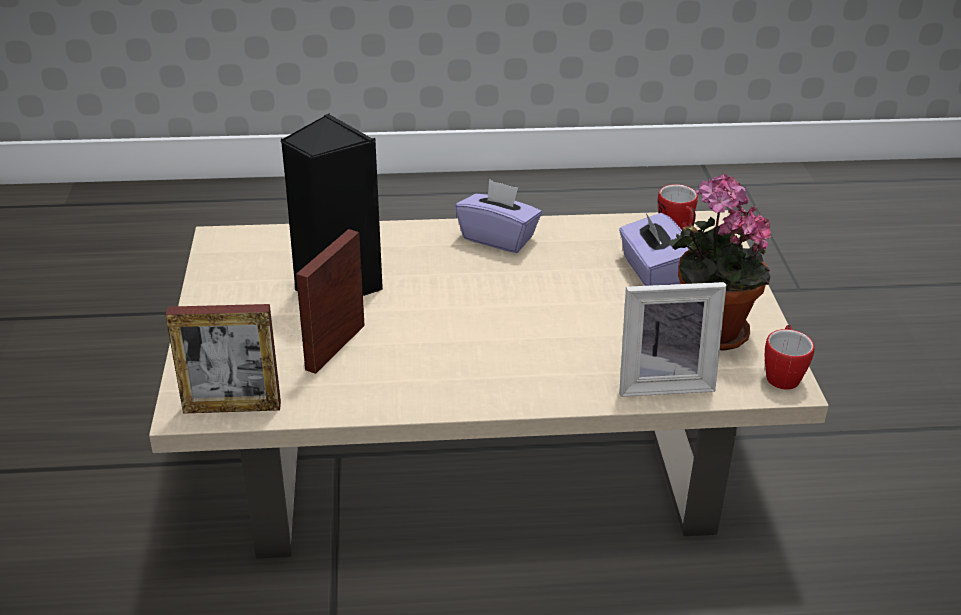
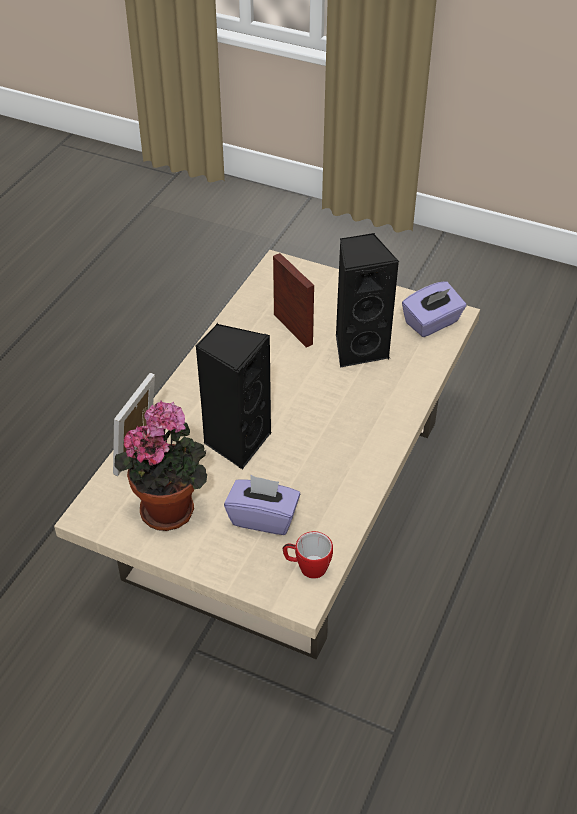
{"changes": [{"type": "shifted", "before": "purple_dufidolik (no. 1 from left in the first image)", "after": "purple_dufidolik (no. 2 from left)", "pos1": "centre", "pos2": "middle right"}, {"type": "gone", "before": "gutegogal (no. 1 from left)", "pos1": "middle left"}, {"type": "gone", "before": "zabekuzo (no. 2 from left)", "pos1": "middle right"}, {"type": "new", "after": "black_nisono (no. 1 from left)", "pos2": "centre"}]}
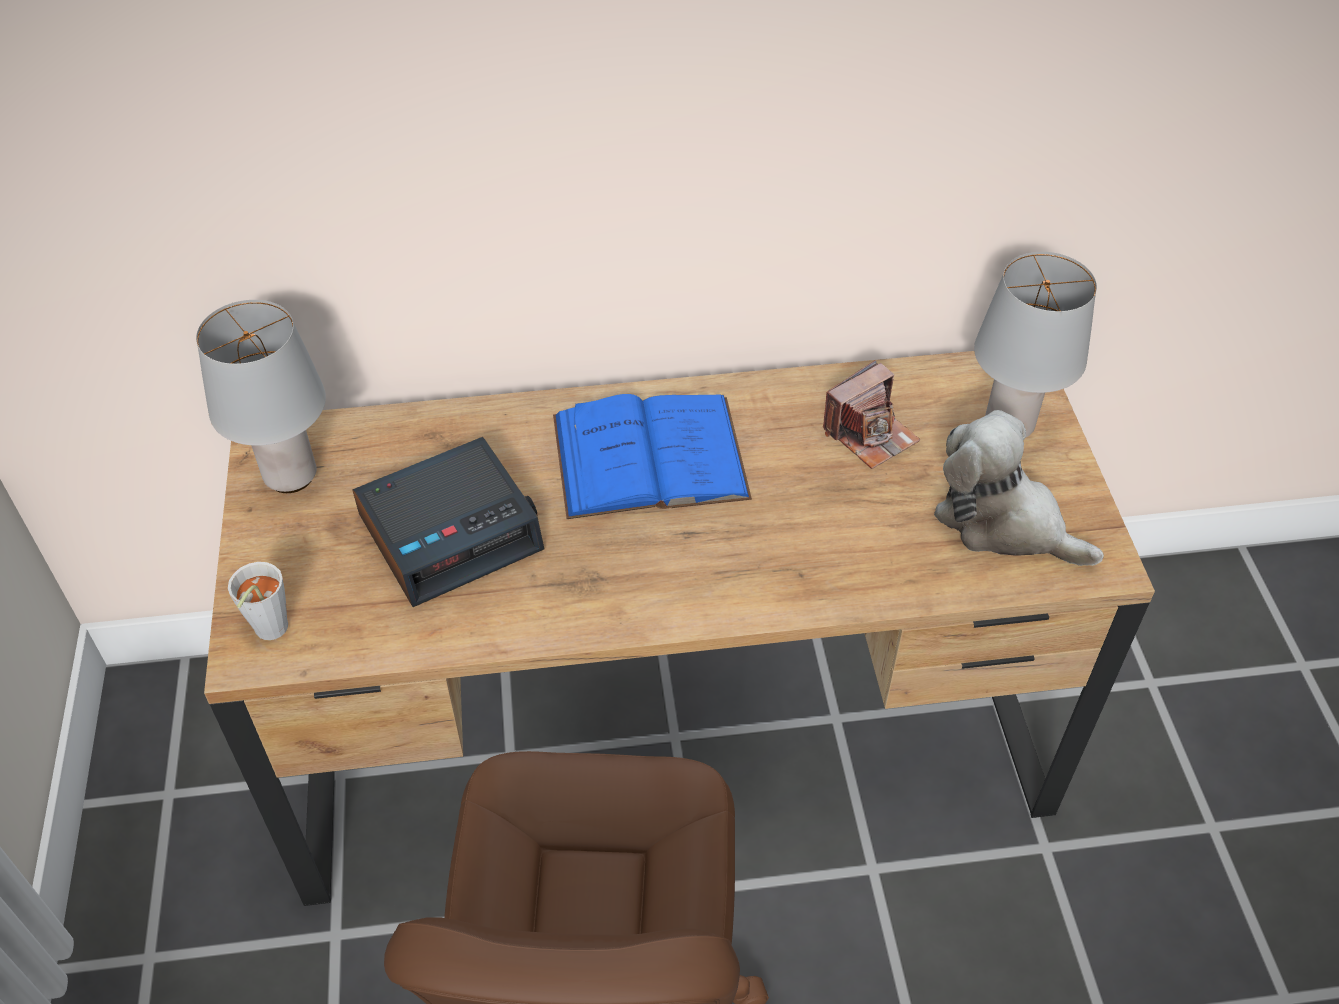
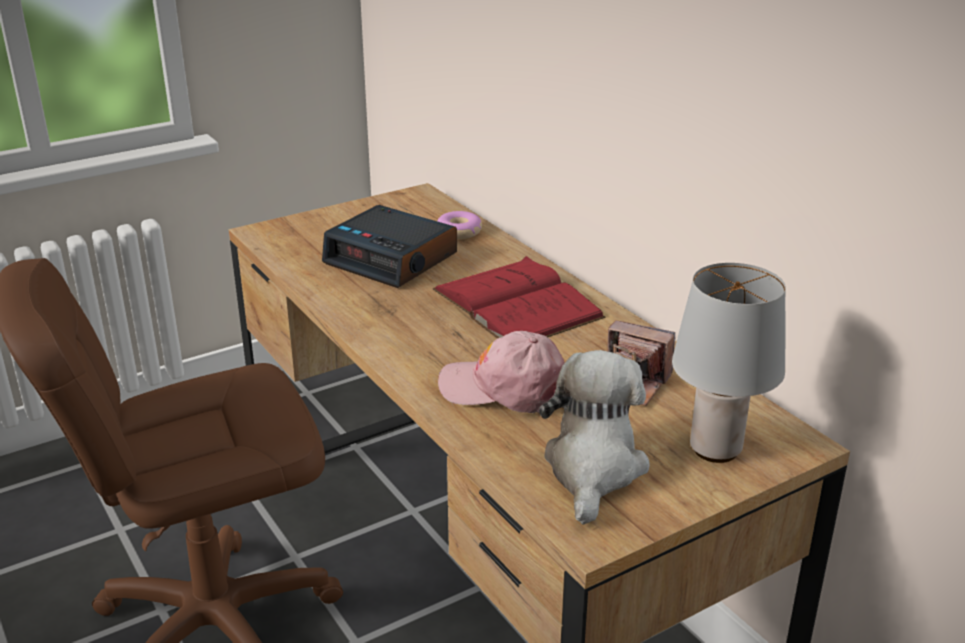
{"changes": [{"type": "gone", "before": "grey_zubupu (no. 1 from left)", "pos1": "middle left"}, {"type": "repainted", "before": "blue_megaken", "after": "red_megaken", "pos1": "centre", "pos2": "centre"}, {"type": "gone", "before": "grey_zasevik", "pos1": "middle left"}, {"type": "new", "after": "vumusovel", "pos2": "centre"}, {"type": "new", "after": "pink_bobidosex", "pos2": "centre"}]}
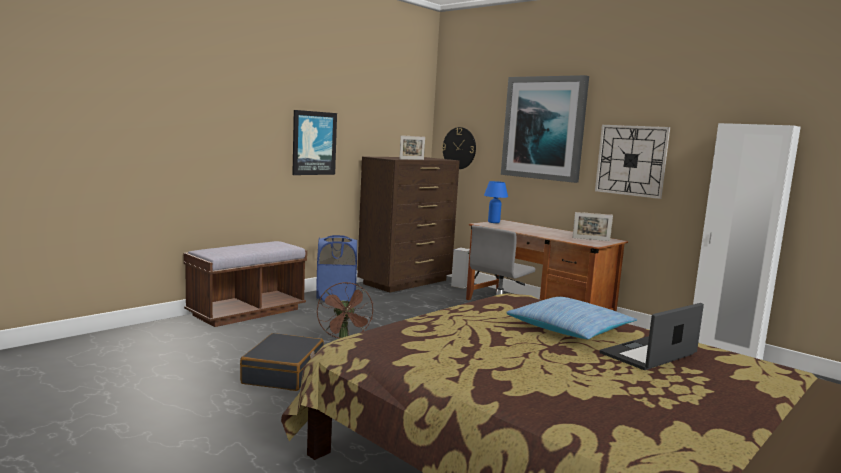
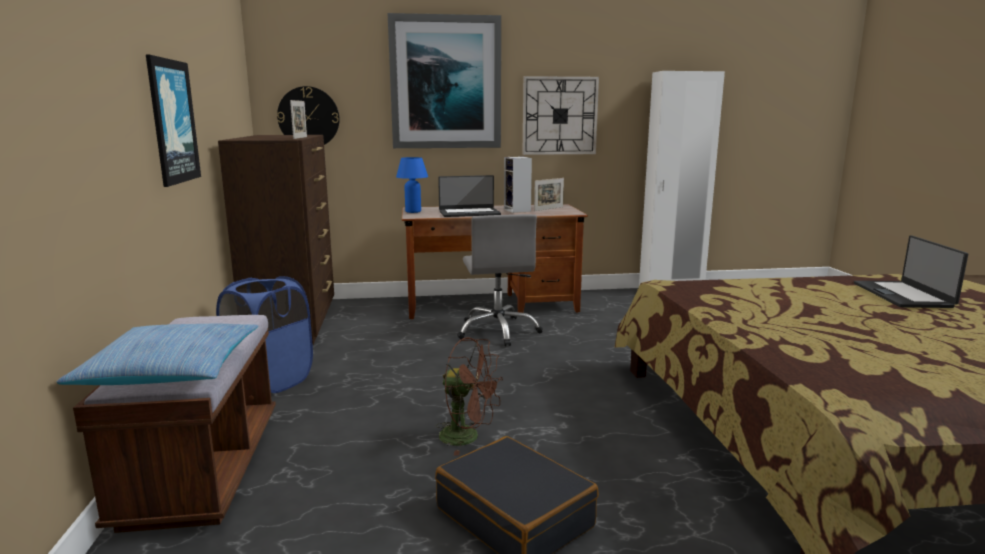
{"changes": [{"type": "shifted", "before": "nisono", "pos1": "centre", "pos2": "top centre"}, {"type": "shifted", "before": "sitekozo", "pos1": "bottom right", "pos2": "middle left"}, {"type": "new", "after": "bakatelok (no. 1 from left)", "pos2": "centre"}]}
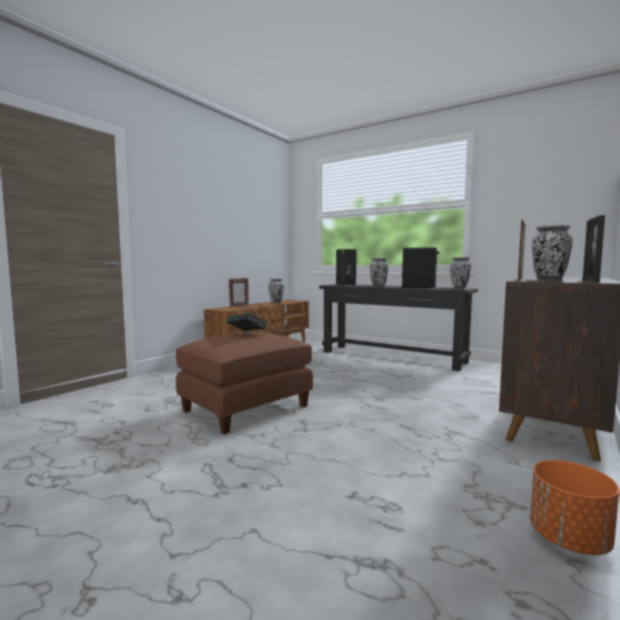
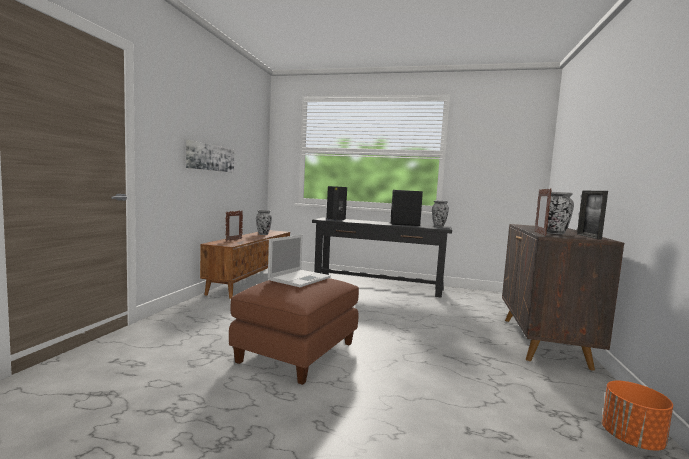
{"changes": [{"type": "gone", "before": "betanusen (no. 2 from left)", "pos1": "centre"}, {"type": "swapped", "before": "megaken", "after": "bakatelok", "pos1": "centre", "pos2": "centre"}, {"type": "new", "after": "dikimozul", "pos2": "middle left"}]}
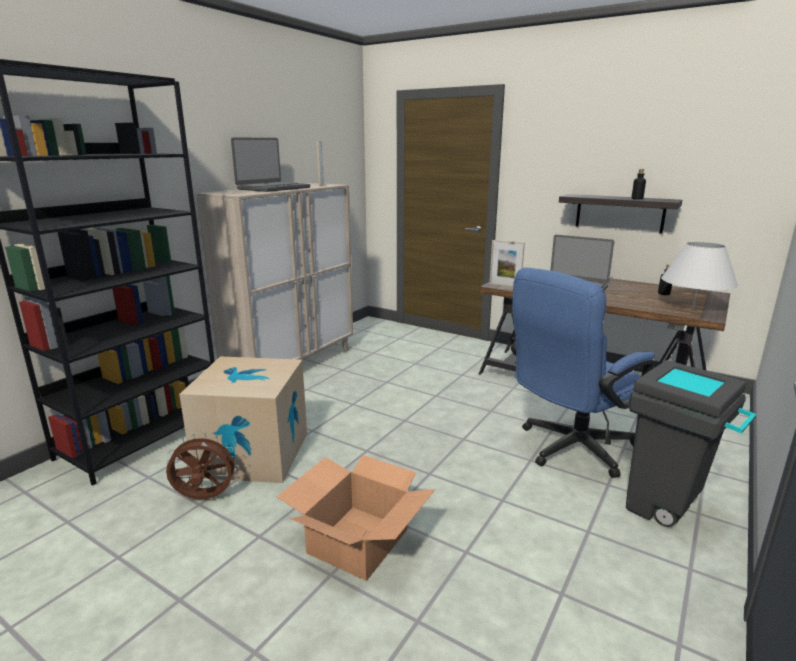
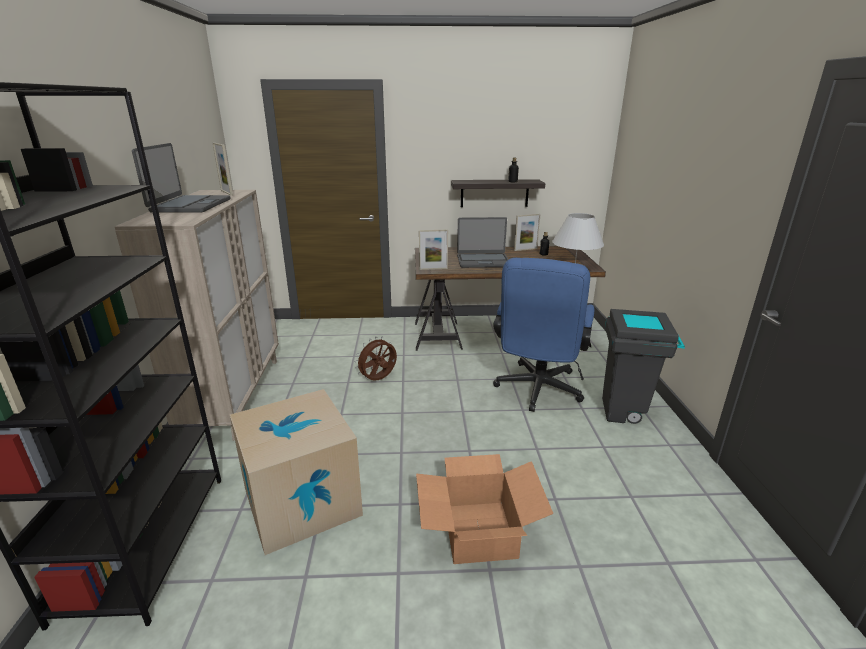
{"changes": [{"type": "shifted", "before": "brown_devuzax", "pos1": "bottom left", "pos2": "centre"}, {"type": "new", "after": "gutegogal (no. 3 from left)", "pos2": "centre"}]}
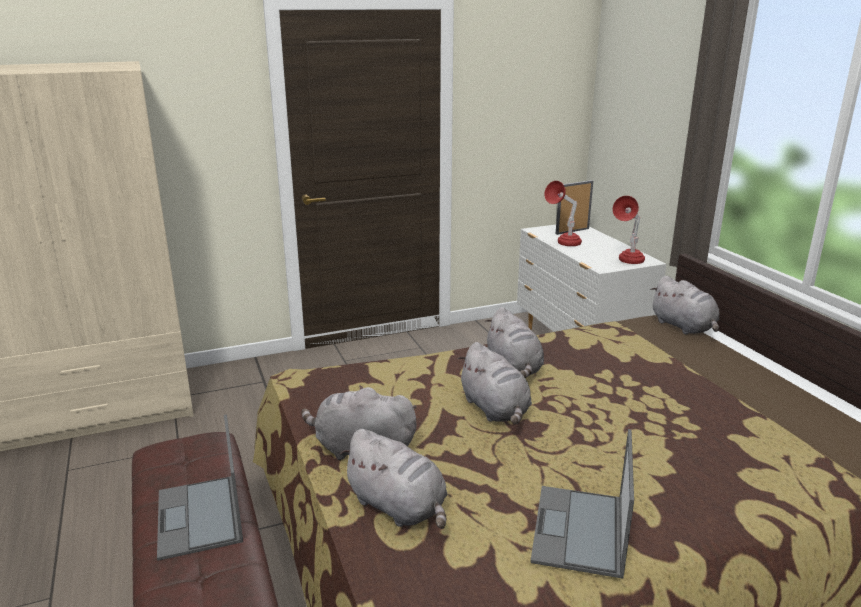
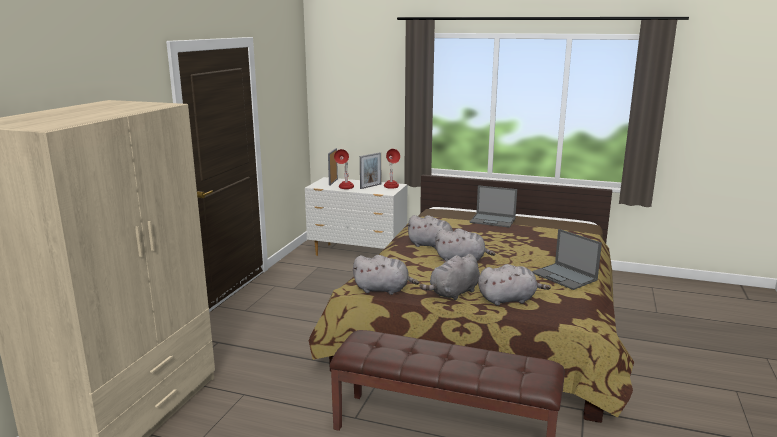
{"changes": [{"type": "shifted", "before": "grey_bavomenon (no. 5 from left in the first image)", "after": "grey_bavomenon (no. 1 from left)", "pos1": "middle right", "pos2": "centre"}, {"type": "shifted", "before": "bakatelok (no. 1 from left)", "pos1": "bottom left", "pos2": "centre"}, {"type": "new", "after": "gutegogal (no. 2 from left)", "pos2": "centre"}]}
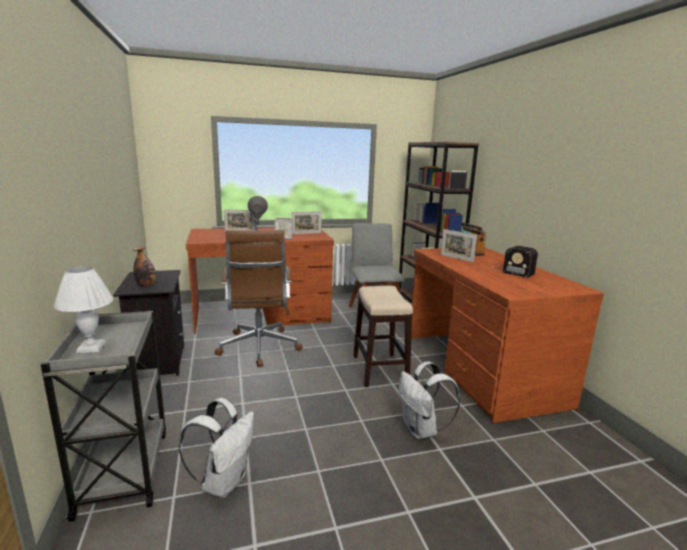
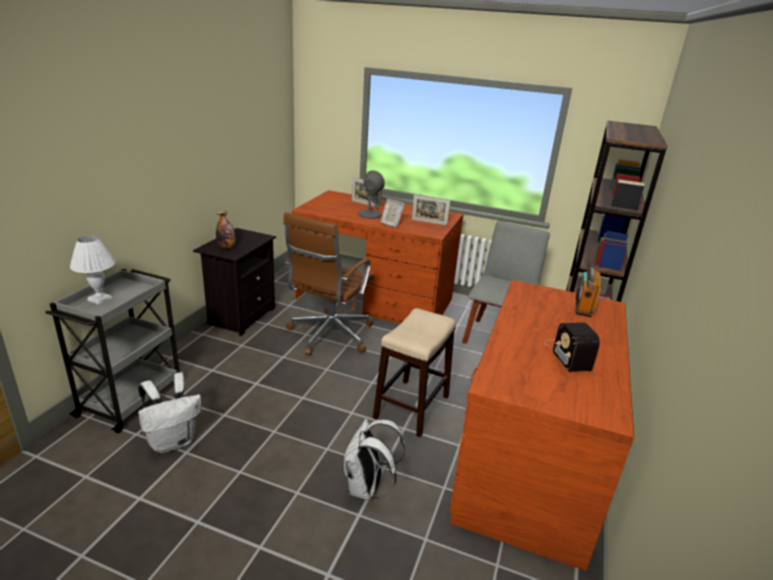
{"changes": [{"type": "gone", "before": "gutegogal (no. 4 from left)", "pos1": "middle right"}]}
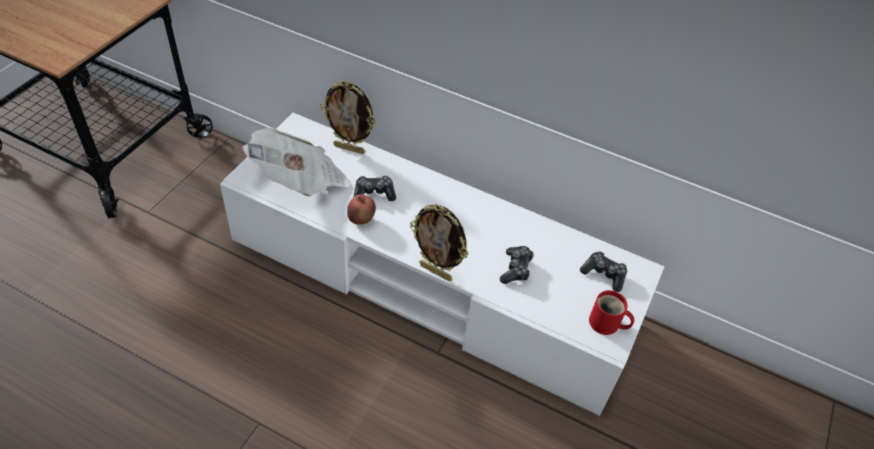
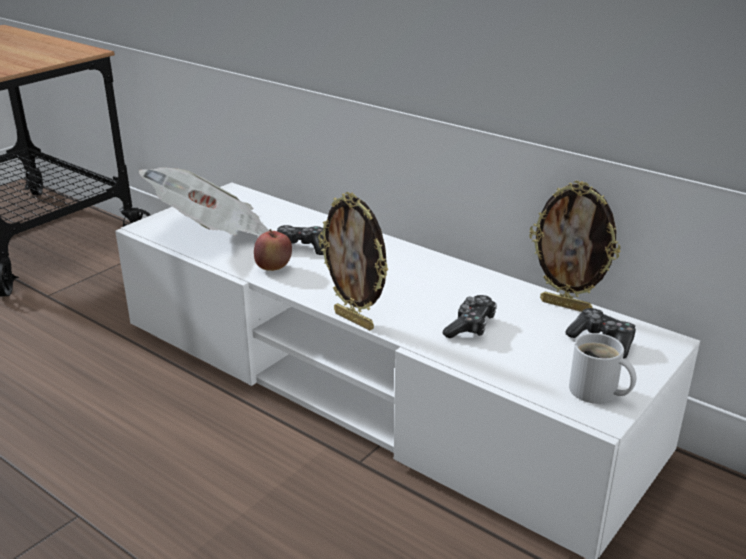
{"changes": [{"type": "shifted", "before": "gutegogal (no. 1 from left in the first image)", "after": "gutegogal (no. 2 from left)", "pos1": "top centre", "pos2": "middle right"}, {"type": "repainted", "before": "red_zabekuzo", "after": "white_zabekuzo", "pos1": "bottom right", "pos2": "middle right"}]}
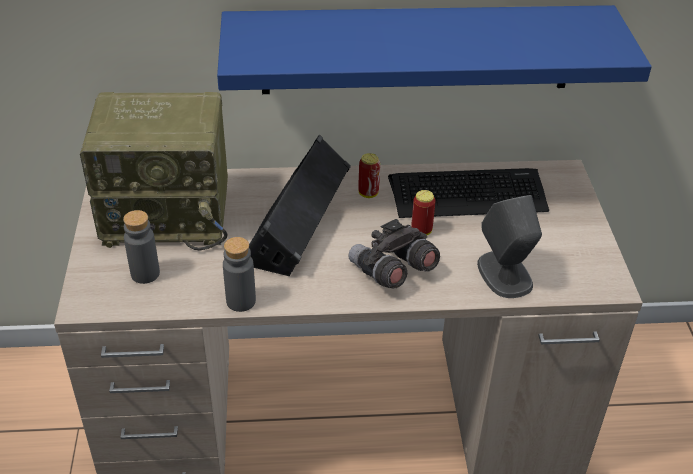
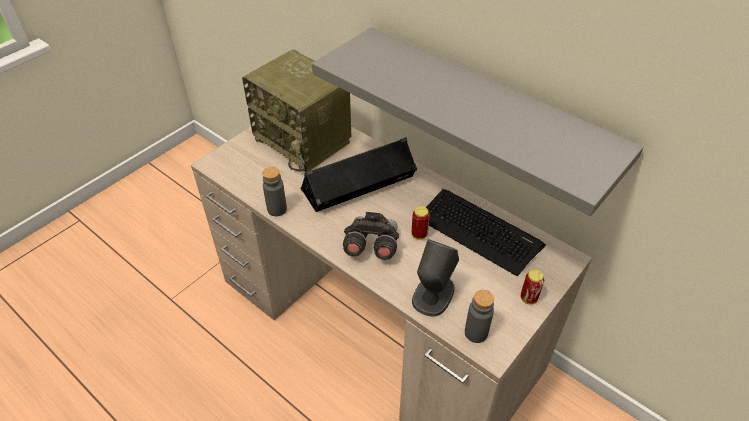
{"changes": [{"type": "repainted", "before": "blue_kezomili", "after": "grey_kezomili", "pos1": "top centre", "pos2": "top centre"}, {"type": "shifted", "before": "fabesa (no. 1 from left in the first image)", "after": "fabesa (no. 2 from left)", "pos1": "centre", "pos2": "bottom right"}, {"type": "shifted", "before": "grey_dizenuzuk (no. 1 from left in the first image)", "after": "grey_dizenuzuk (no. 2 from left)", "pos1": "middle left", "pos2": "bottom centre"}]}
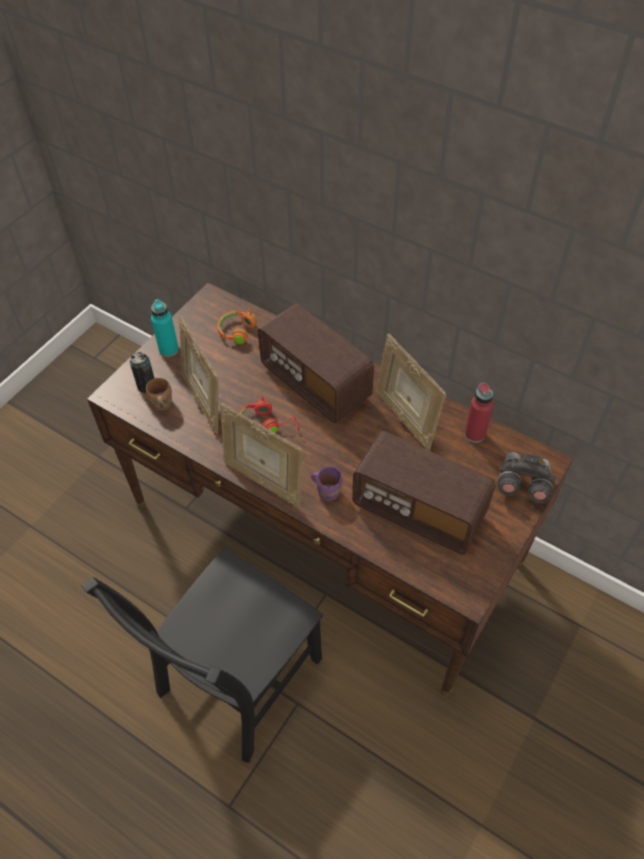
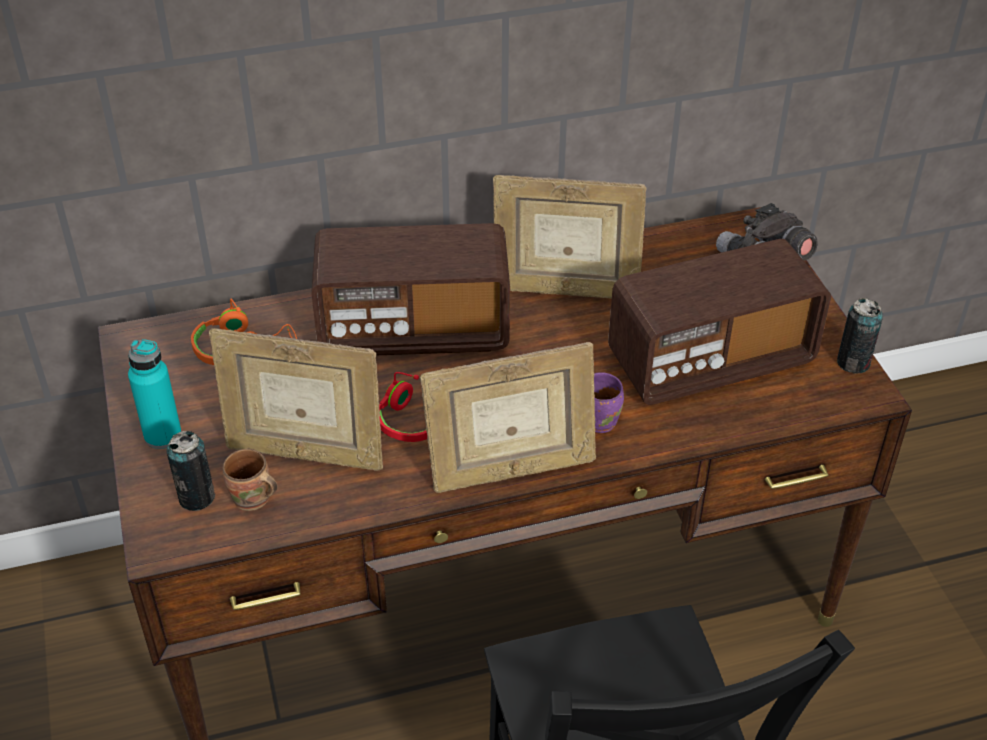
{"changes": [{"type": "gone", "before": "red_dizenuzuk", "pos1": "middle right"}, {"type": "new", "after": "fabesa (no. 2 from left)", "pos2": "middle right"}]}
